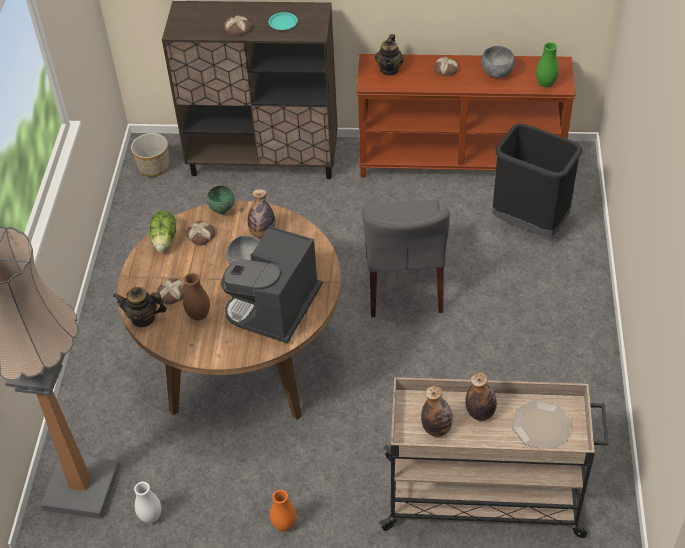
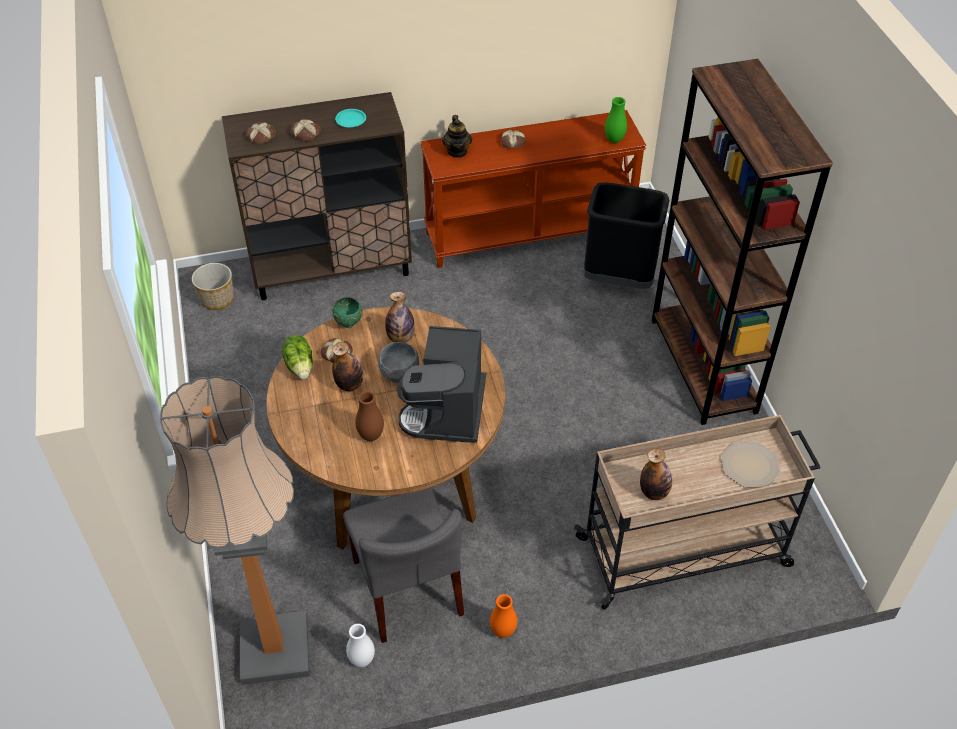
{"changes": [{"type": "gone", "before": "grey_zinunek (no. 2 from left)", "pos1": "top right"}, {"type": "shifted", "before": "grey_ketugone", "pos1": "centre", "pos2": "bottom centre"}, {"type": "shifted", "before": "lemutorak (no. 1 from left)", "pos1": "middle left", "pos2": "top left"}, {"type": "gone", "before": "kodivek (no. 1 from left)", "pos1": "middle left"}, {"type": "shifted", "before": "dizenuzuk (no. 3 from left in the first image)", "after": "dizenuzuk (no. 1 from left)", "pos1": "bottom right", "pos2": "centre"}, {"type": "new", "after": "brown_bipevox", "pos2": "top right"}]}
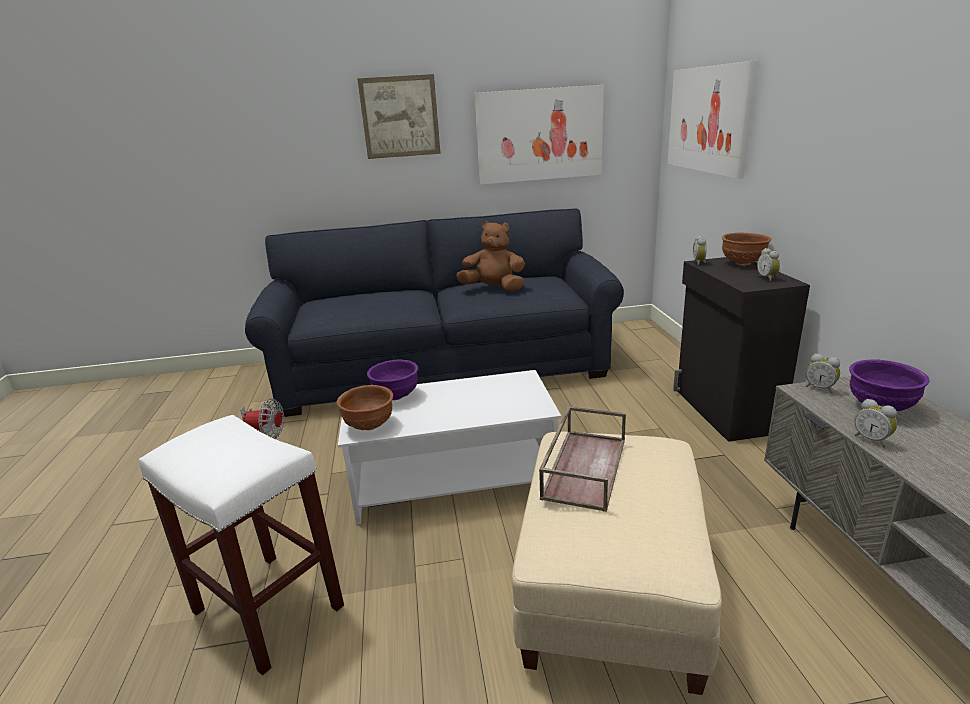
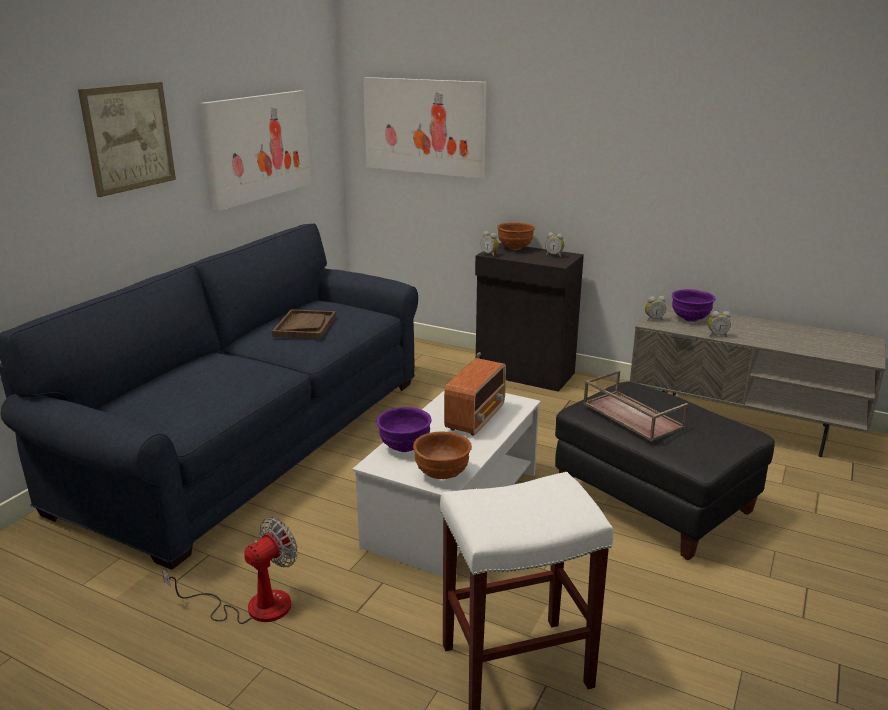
{"changes": [{"type": "swapped", "before": "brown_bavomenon", "after": "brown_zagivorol (no. 1 from left)", "pos1": "centre", "pos2": "centre"}, {"type": "repainted", "before": "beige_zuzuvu", "after": "black_zuzuvu", "pos1": "bottom centre", "pos2": "middle right"}, {"type": "new", "after": "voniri", "pos2": "centre"}]}
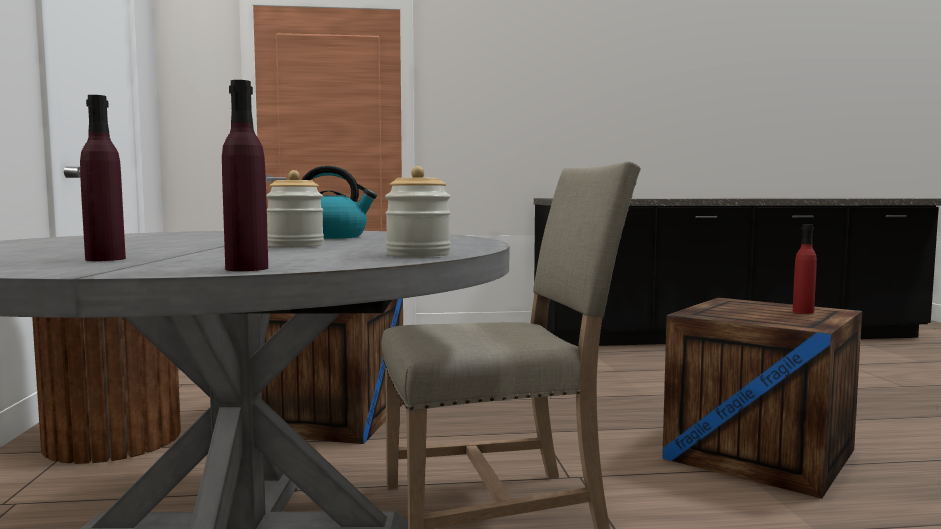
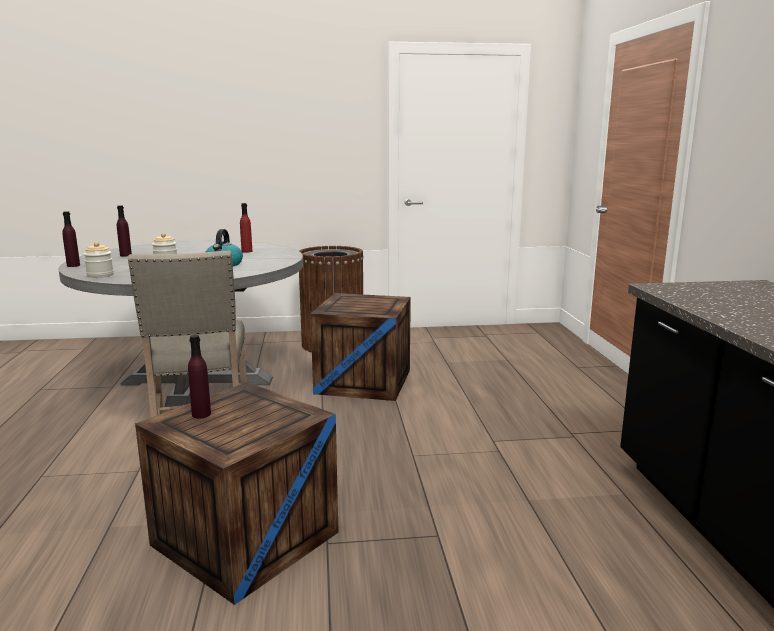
{"changes": [{"type": "shifted", "before": "red_dizenuzuk", "pos1": "middle right", "pos2": "middle left"}, {"type": "new", "after": "purple_dizenuzuk (no. 3 from left)", "pos2": "middle left"}]}
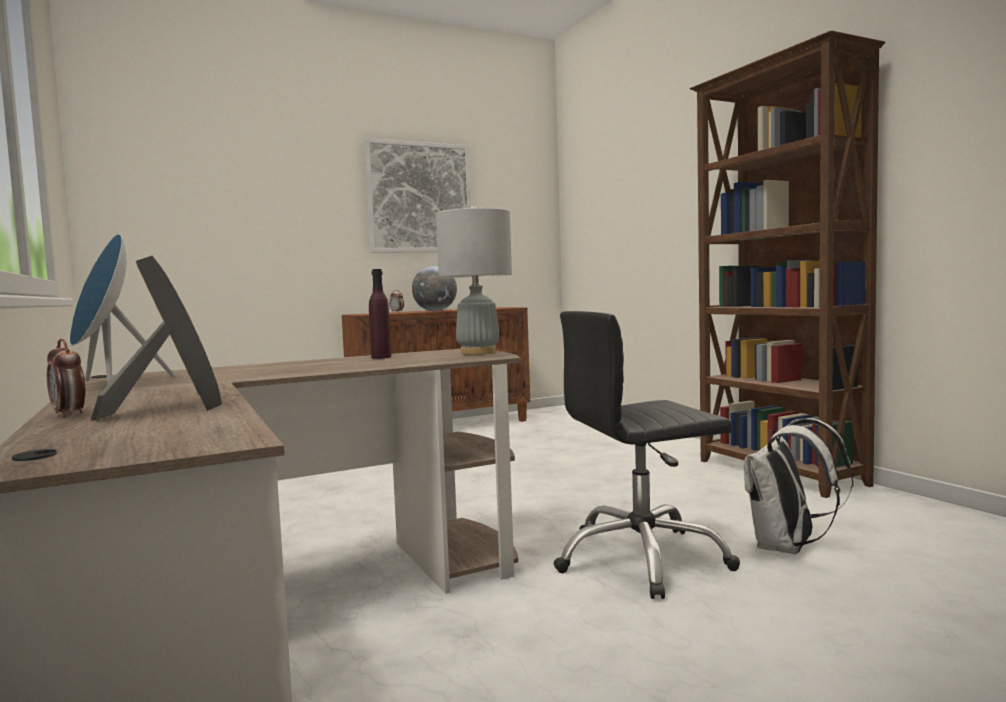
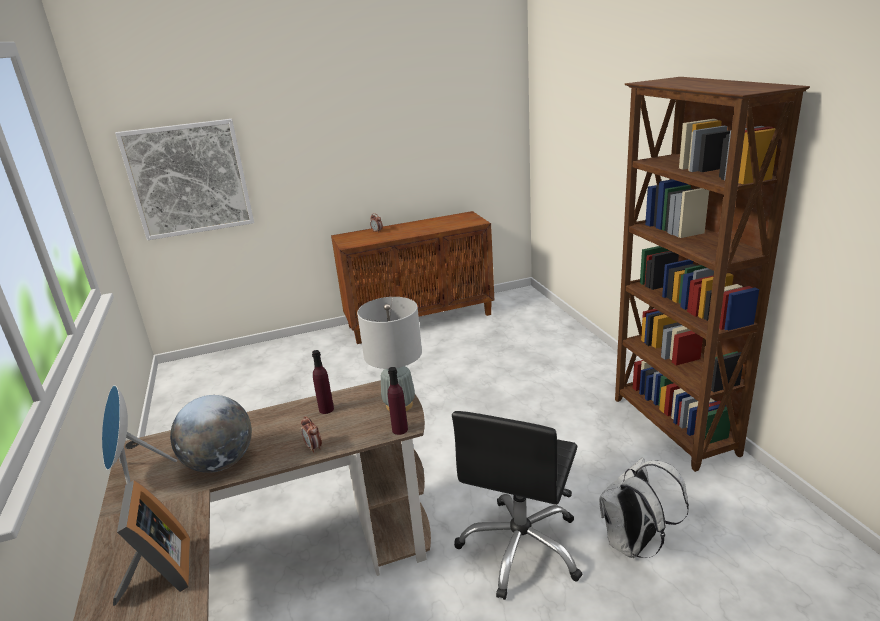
{"changes": [{"type": "shifted", "before": "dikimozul", "pos1": "top centre", "pos2": "top left"}, {"type": "shifted", "before": "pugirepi", "pos1": "centre", "pos2": "bottom left"}, {"type": "rotated", "before": "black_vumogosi", "pos1": "centre", "pos2": "bottom centre", "turn": -60}, {"type": "shifted", "before": "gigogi (no. 1 from left)", "pos1": "middle left", "pos2": "bottom centre"}, {"type": "new", "after": "purple_dizenuzuk (no. 2 from left)", "pos2": "centre"}]}
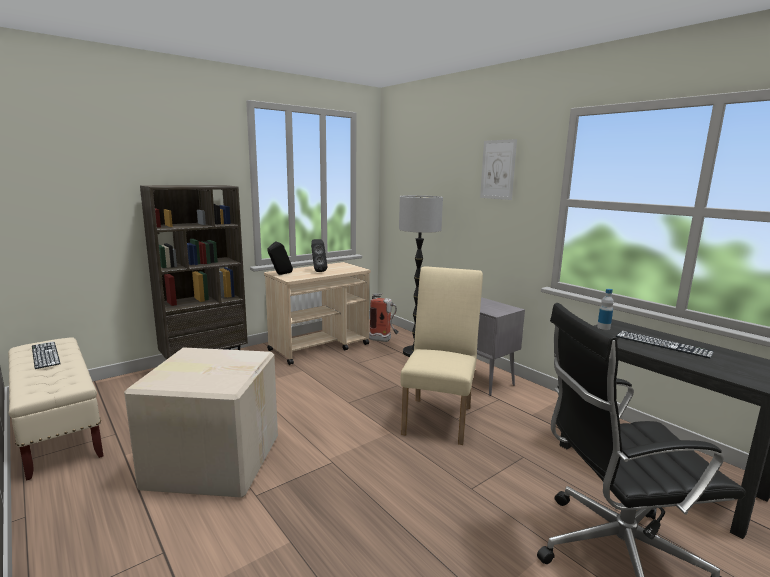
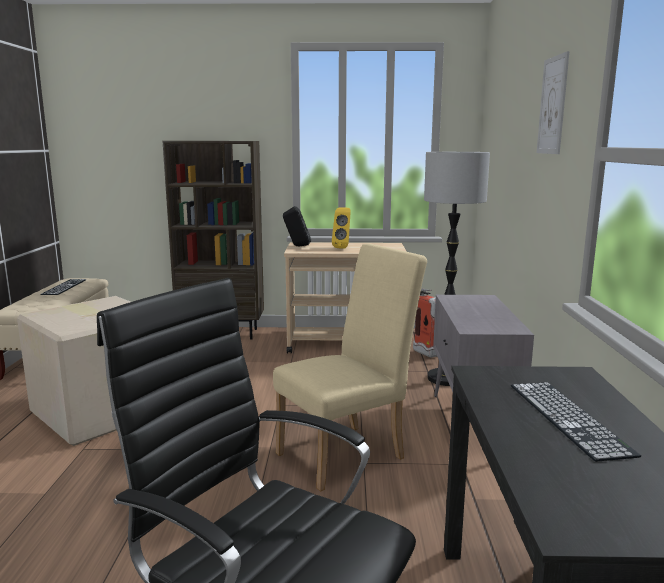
{"changes": [{"type": "repainted", "before": "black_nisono (no. 2 from left)", "after": "yellow_nisono", "pos1": "centre", "pos2": "centre"}, {"type": "gone", "before": "dizenuzuk", "pos1": "middle right"}]}
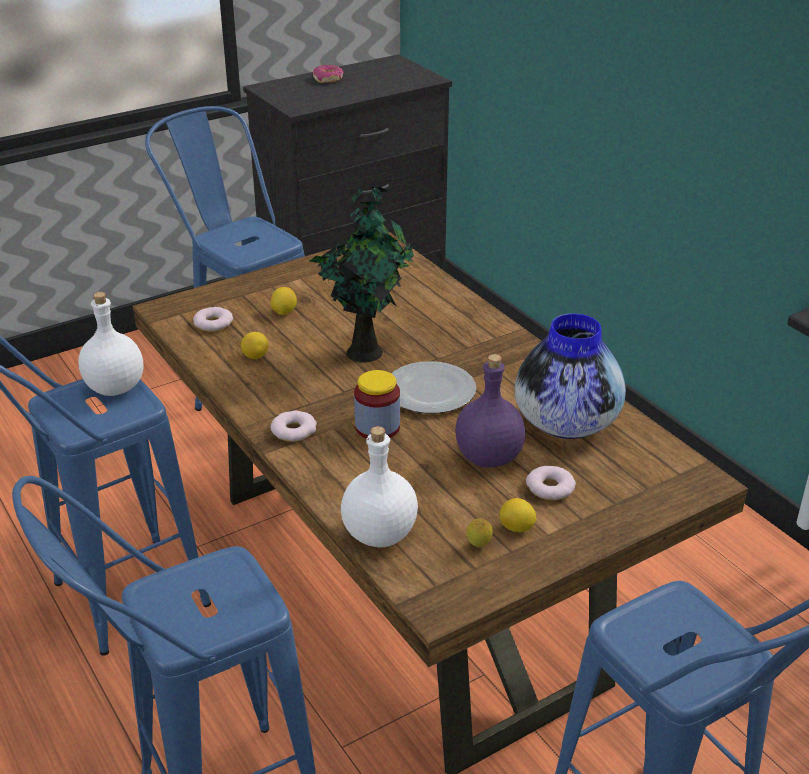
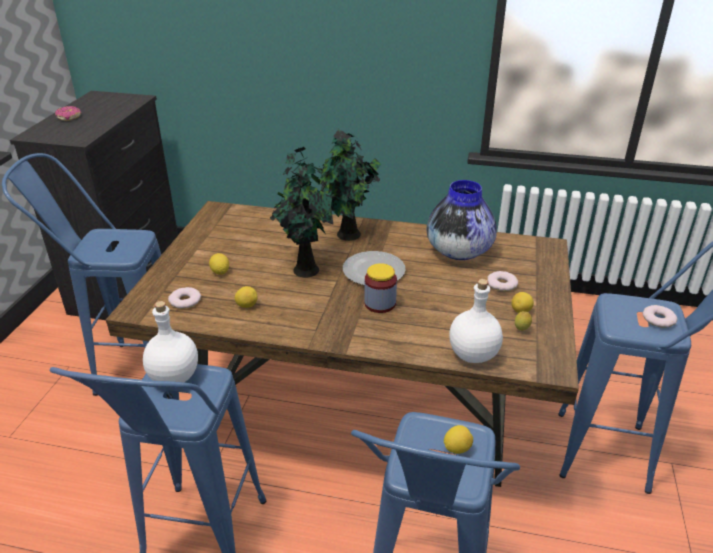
{"changes": [{"type": "gone", "before": "purple_dizenuzuk", "pos1": "centre"}, {"type": "shifted", "before": "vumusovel (no. 2 from left in the first image)", "after": "vumusovel (no. 4 from left)", "pos1": "centre", "pos2": "middle right"}, {"type": "new", "after": "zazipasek (no. 2 from left)", "pos2": "centre"}, {"type": "new", "after": "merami (no. 3 from left)", "pos2": "bottom centre"}]}
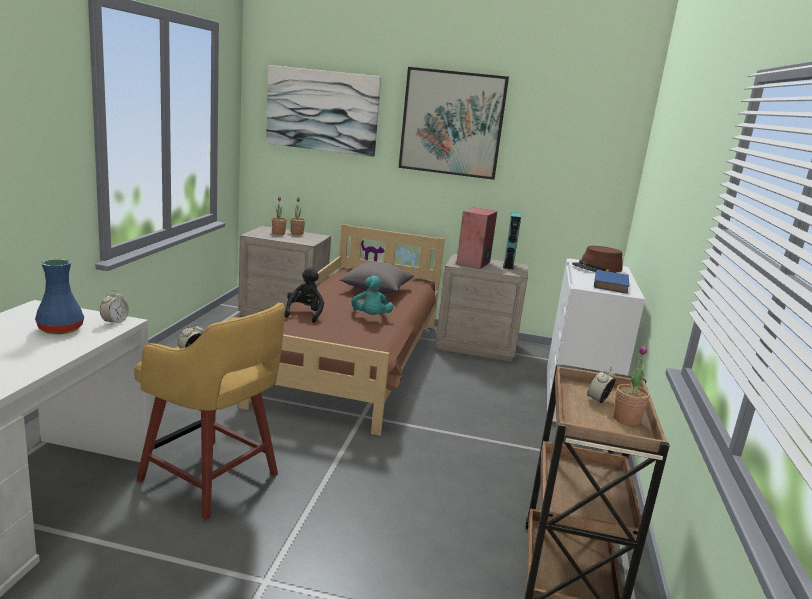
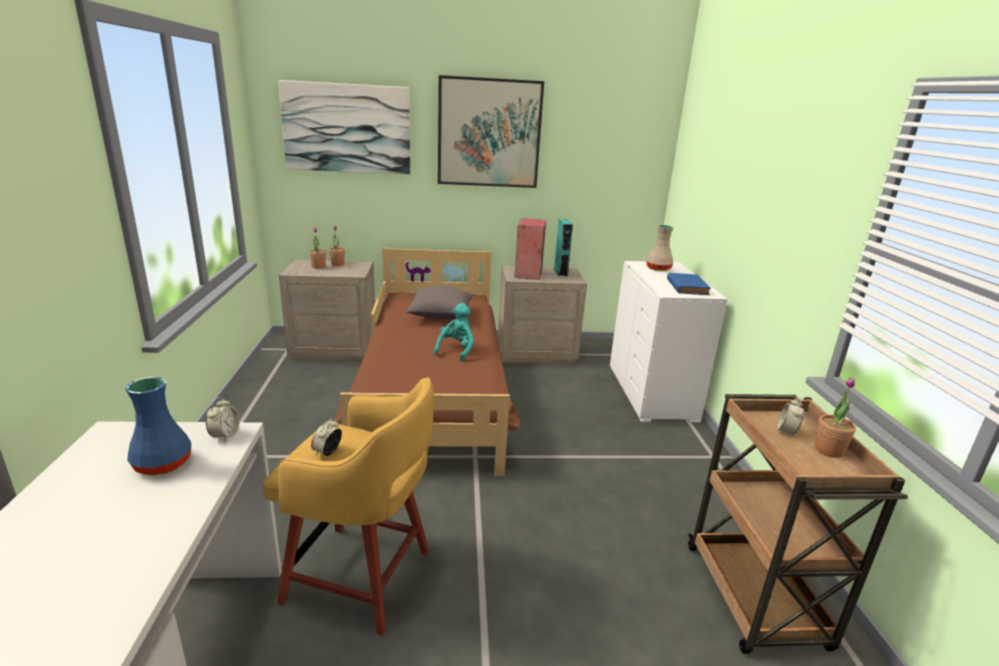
{"changes": [{"type": "swapped", "before": "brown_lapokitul", "after": "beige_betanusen", "pos1": "middle right", "pos2": "centre"}, {"type": "gone", "before": "black_bavomenon", "pos1": "centre"}, {"type": "rotated", "before": "turquoise_bavomenon", "pos1": "centre", "pos2": "centre", "turn": -135}]}
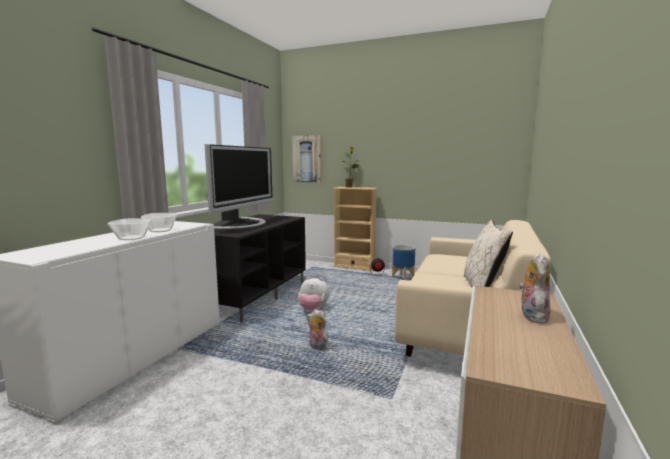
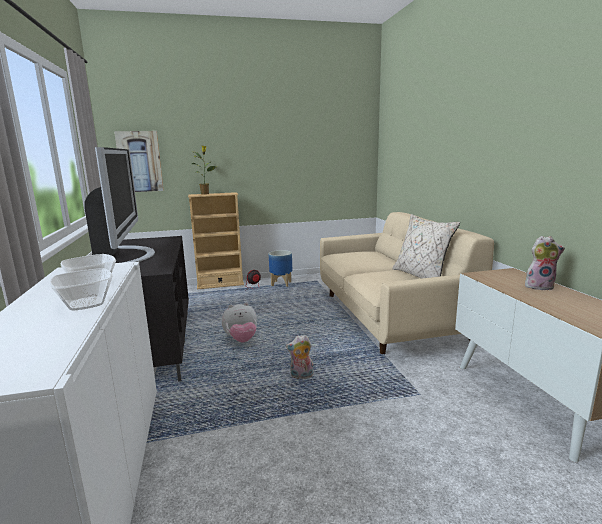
{"changes": [{"type": "rotated", "before": "bavomenon (no. 3 from left)", "pos1": "middle right", "pos2": "middle right", "turn": 120}]}
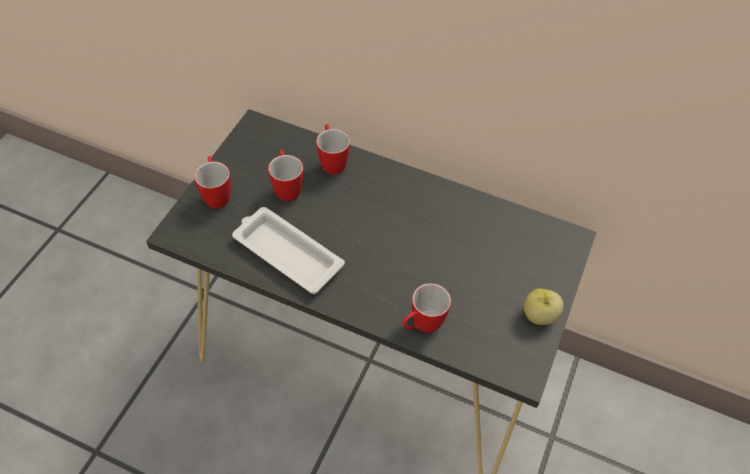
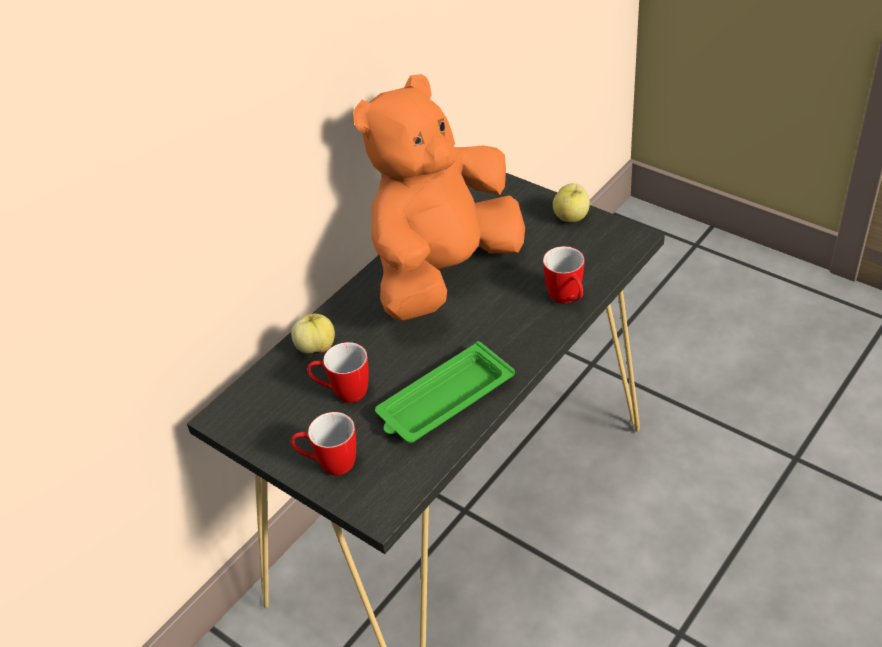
{"changes": [{"type": "swapped", "before": "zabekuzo (no. 3 from left)", "after": "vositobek (no. 1 from left)", "pos1": "top centre", "pos2": "centre"}, {"type": "repainted", "before": "white_zagivorol", "after": "green_zagivorol", "pos1": "centre", "pos2": "centre"}, {"type": "new", "after": "orange_bavomenon", "pos2": "top centre"}]}
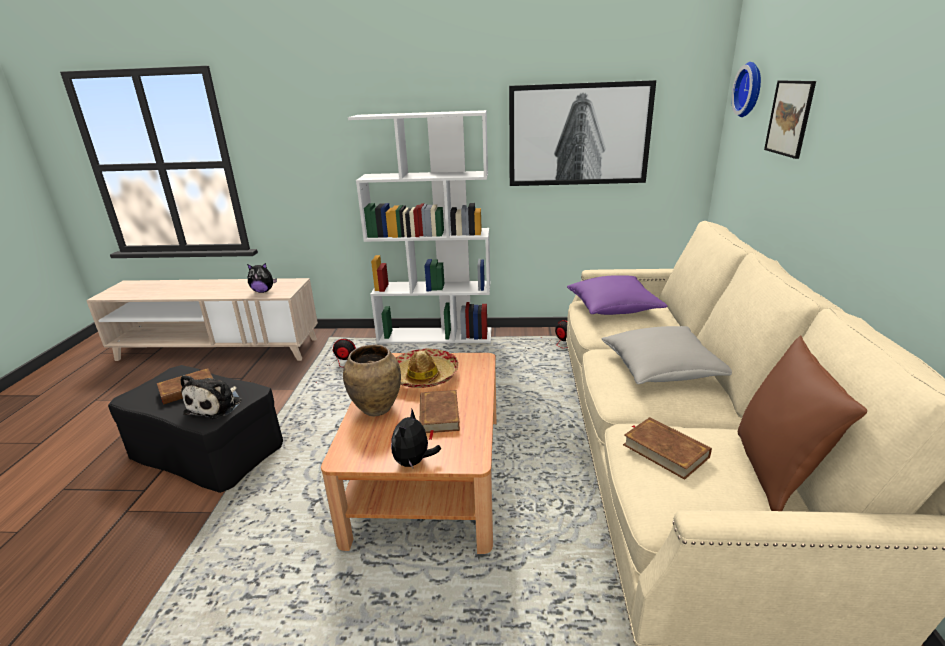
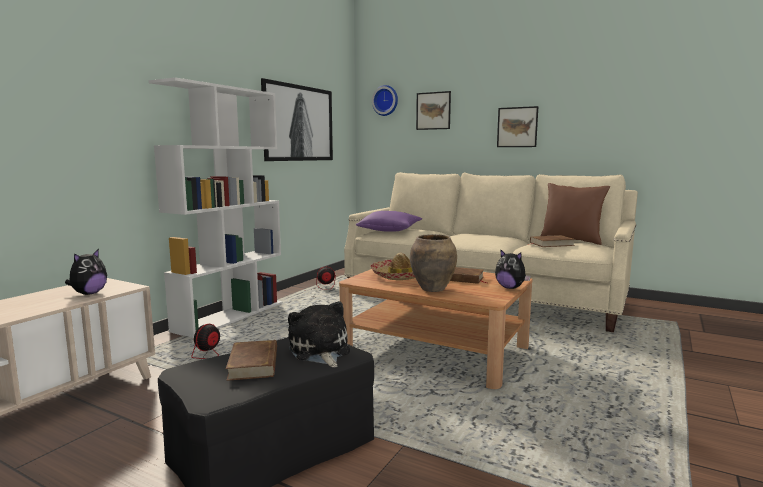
{"changes": [{"type": "gone", "before": "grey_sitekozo", "pos1": "middle right"}, {"type": "rotated", "before": "bavomenon (no. 1 from left in the first image)", "pos1": "middle left", "pos2": "bottom centre", "turn": -150}, {"type": "new", "after": "dikimozul (no. 3 from left)", "pos2": "top right"}]}
